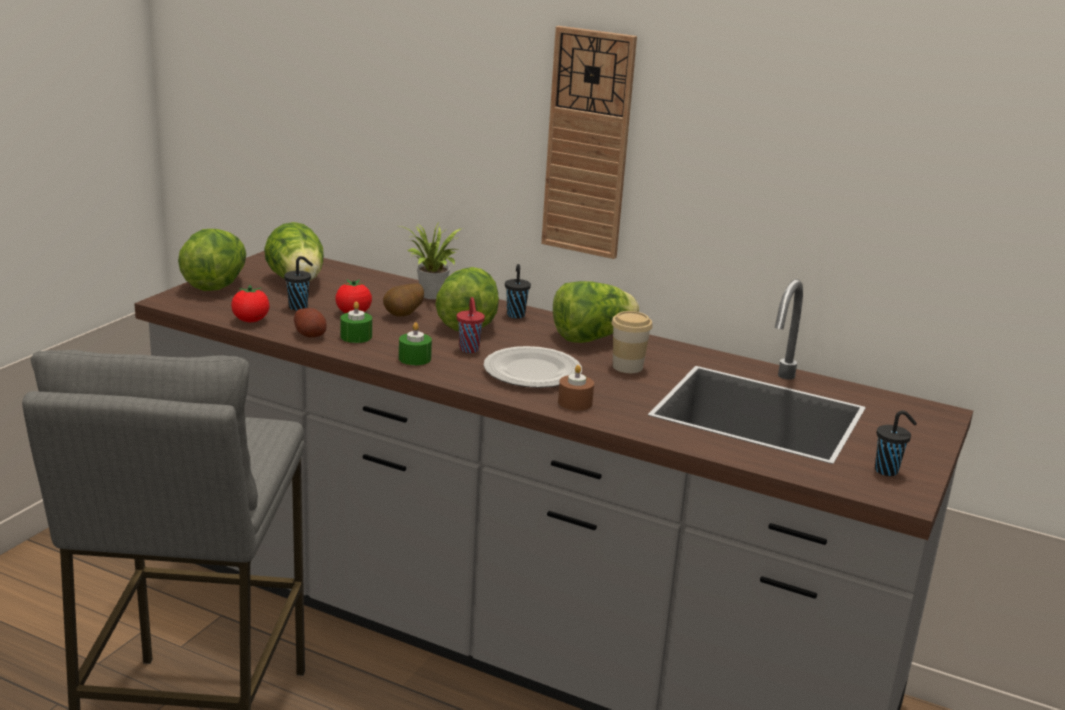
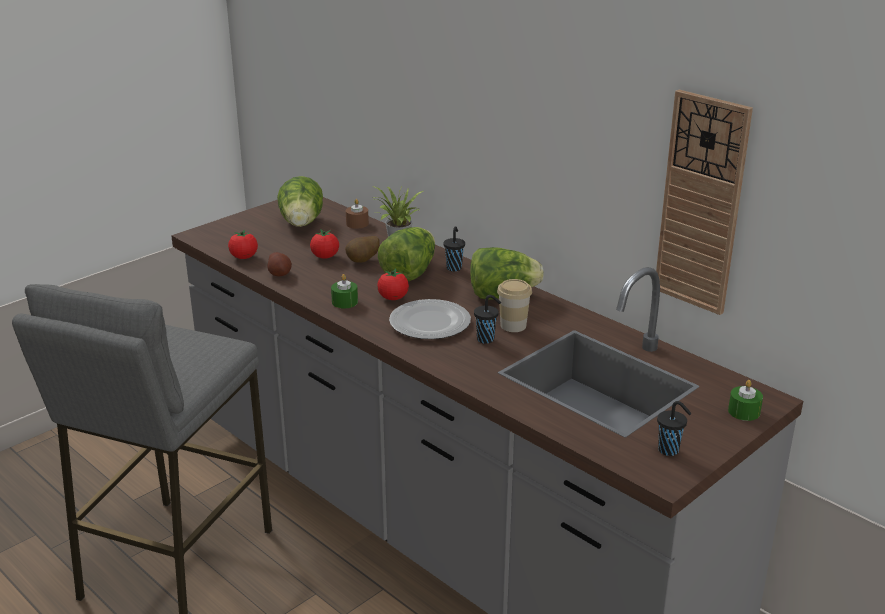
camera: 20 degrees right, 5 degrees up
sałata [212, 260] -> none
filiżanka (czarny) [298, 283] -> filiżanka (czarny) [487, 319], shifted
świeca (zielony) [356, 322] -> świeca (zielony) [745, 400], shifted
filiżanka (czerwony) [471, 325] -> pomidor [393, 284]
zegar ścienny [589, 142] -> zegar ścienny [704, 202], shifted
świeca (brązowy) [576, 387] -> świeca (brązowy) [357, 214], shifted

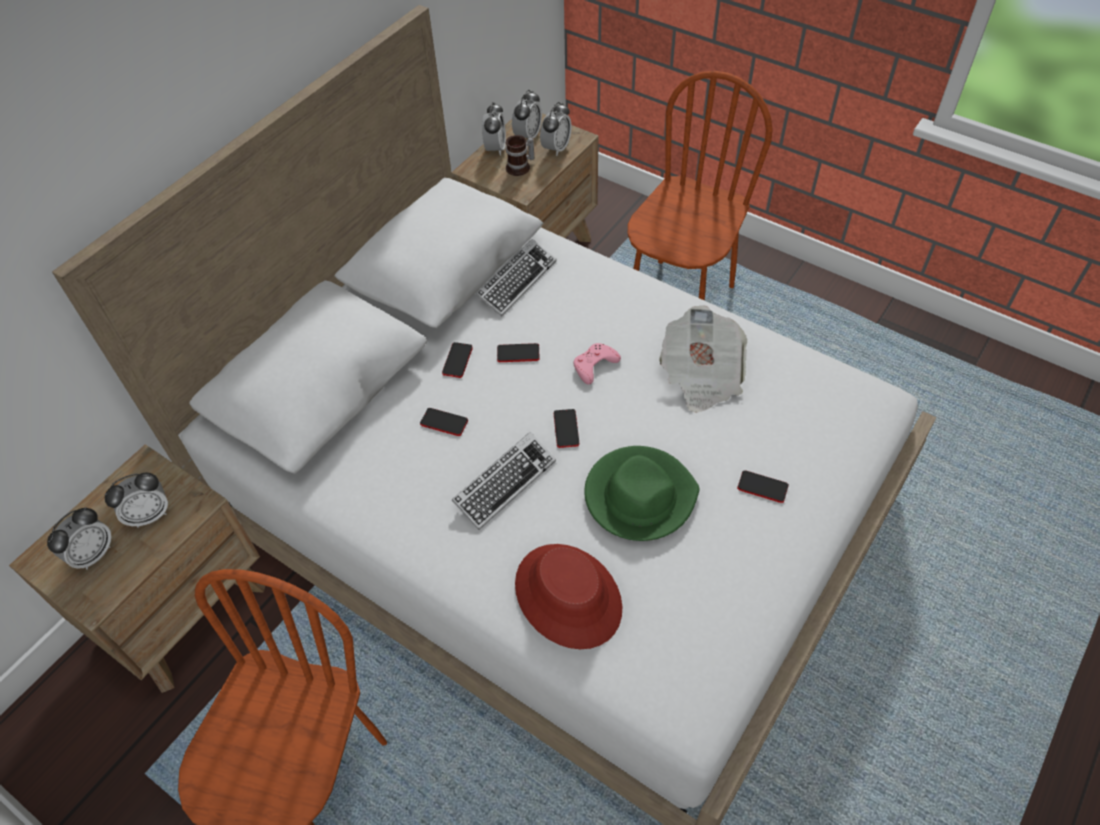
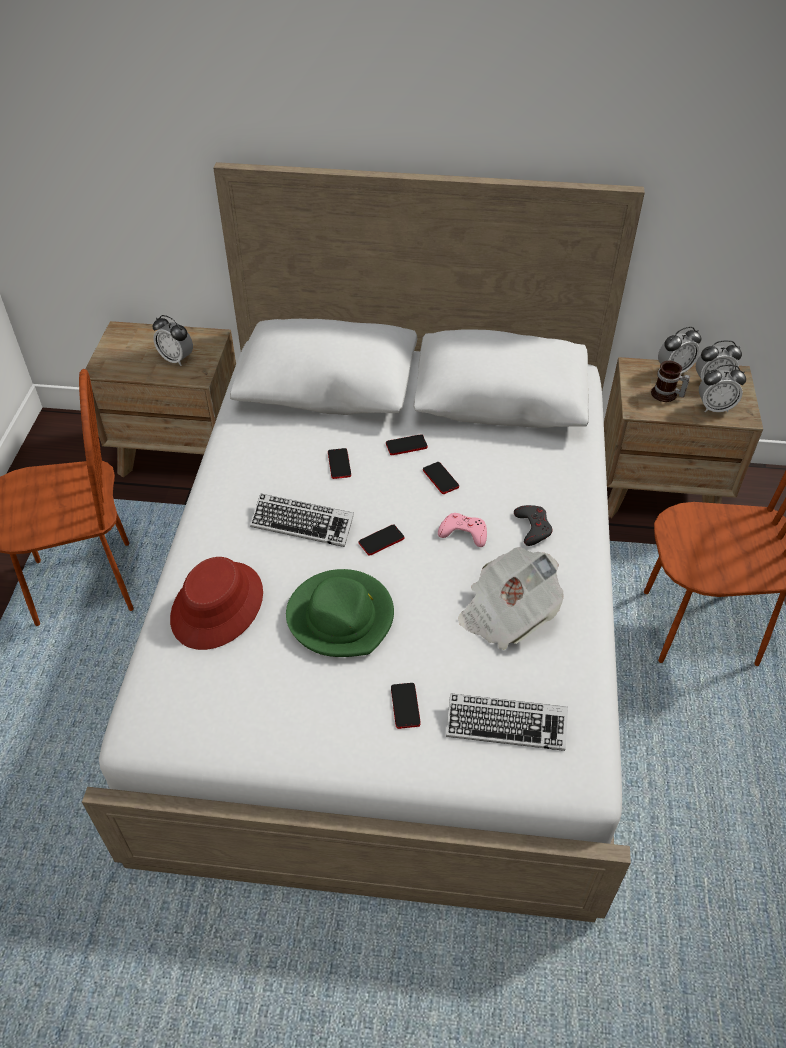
camera: 60 degrees right, 5 degrees down
budzik [79, 538] -> none
klawiatura [515, 277] -> klawiatura [507, 722], shifted
none -> pad do gier (szary) [533, 525]

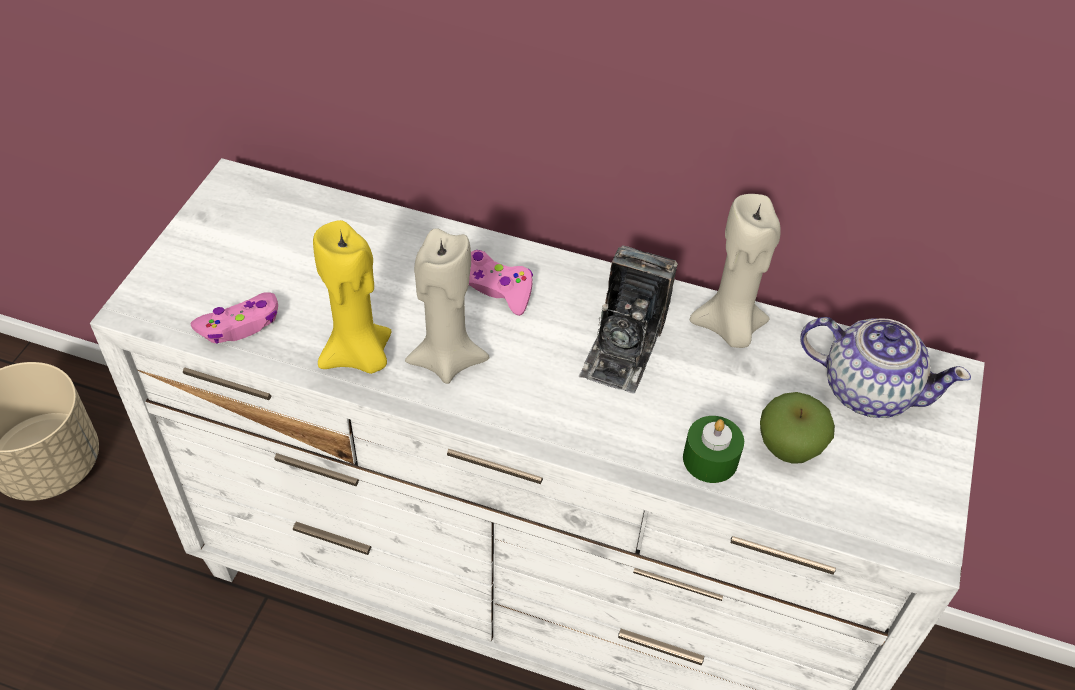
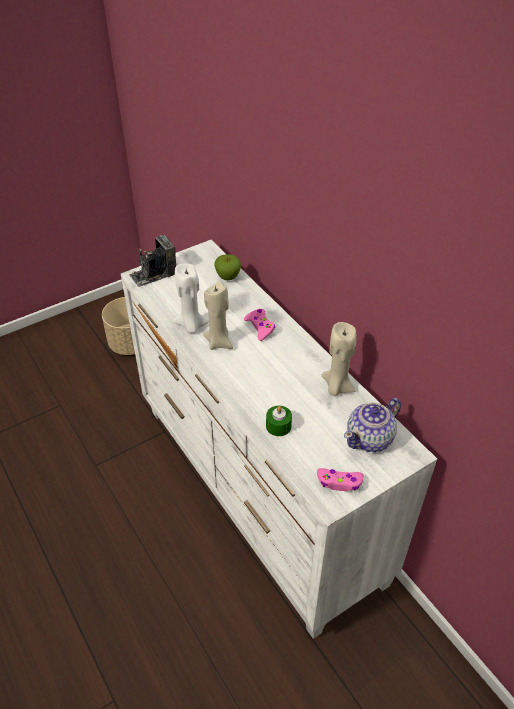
camera: 40 degrees right, 5 degrees down
pad do gier (różowy) [234, 318] -> pad do gier (różowy) [340, 479], shifted
świeca (żółty) [352, 297] -> świeca (biały) [191, 298]
aparat fotograficzny [628, 319] -> aparat fotograficzny [152, 261], shifted
jabłko [797, 428] -> jabłko [227, 267], shifted
imbryk [885, 367] -> imbryk [372, 425], 75 degrees clockwise

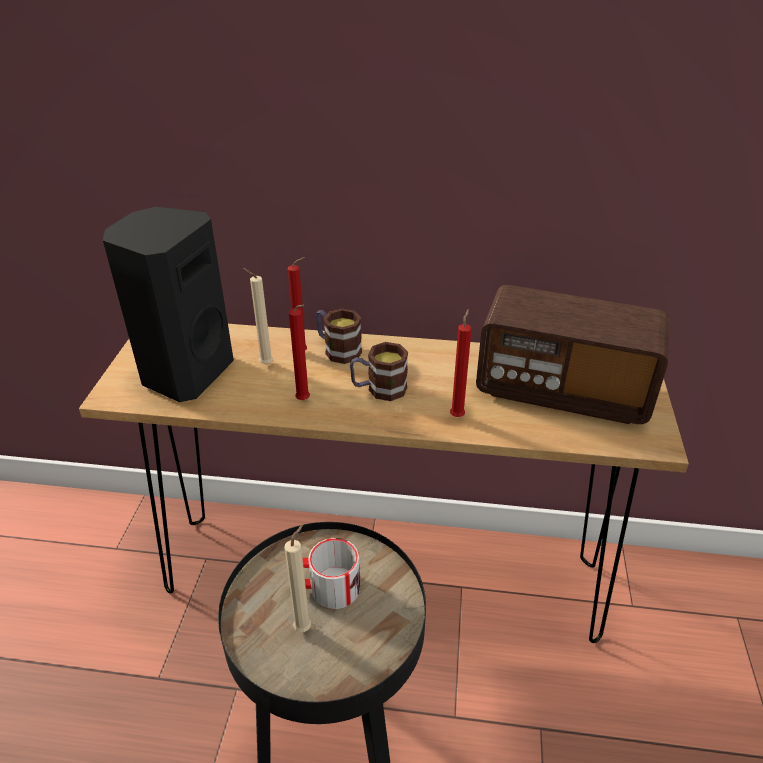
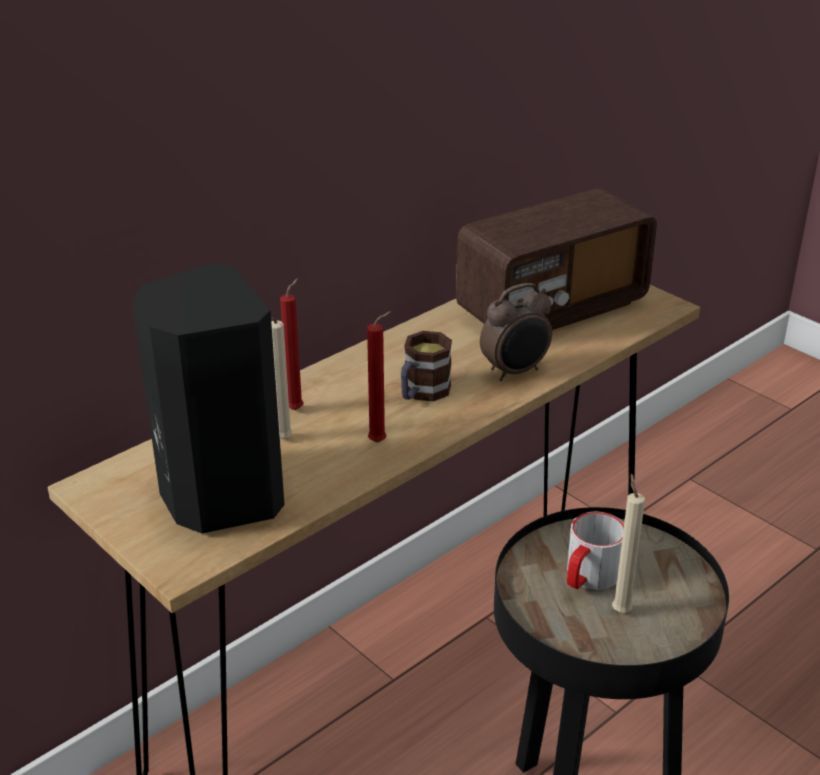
camera: 50 degrees left, 5 degrees down
kubek [339, 336] -> none
świeca (czerwony) [461, 363] -> budzik [516, 332]

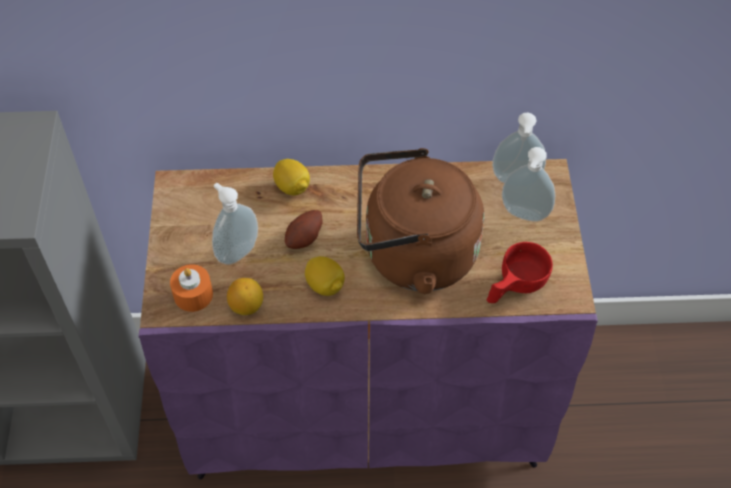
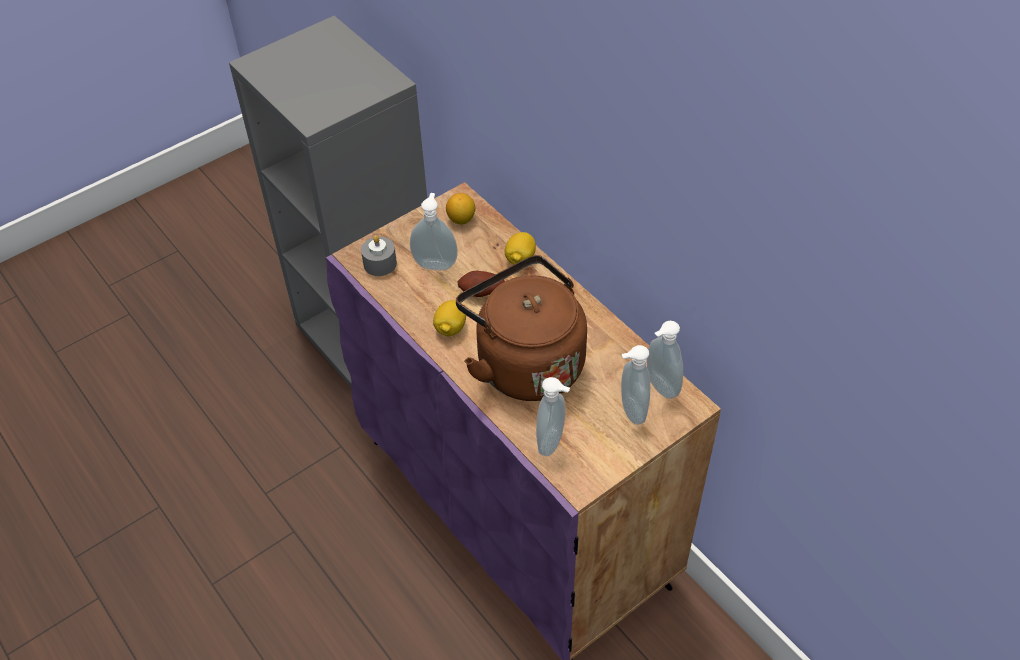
camera: 55 degrees right, 5 degrees down
świeca (pomarańczowy) [191, 288] -> świeca (szary) [379, 255]
cytryna [245, 296] -> cytryna [460, 208], shifted
filiżanka (czerwony) [520, 272] -> dozownik mydła [553, 416]

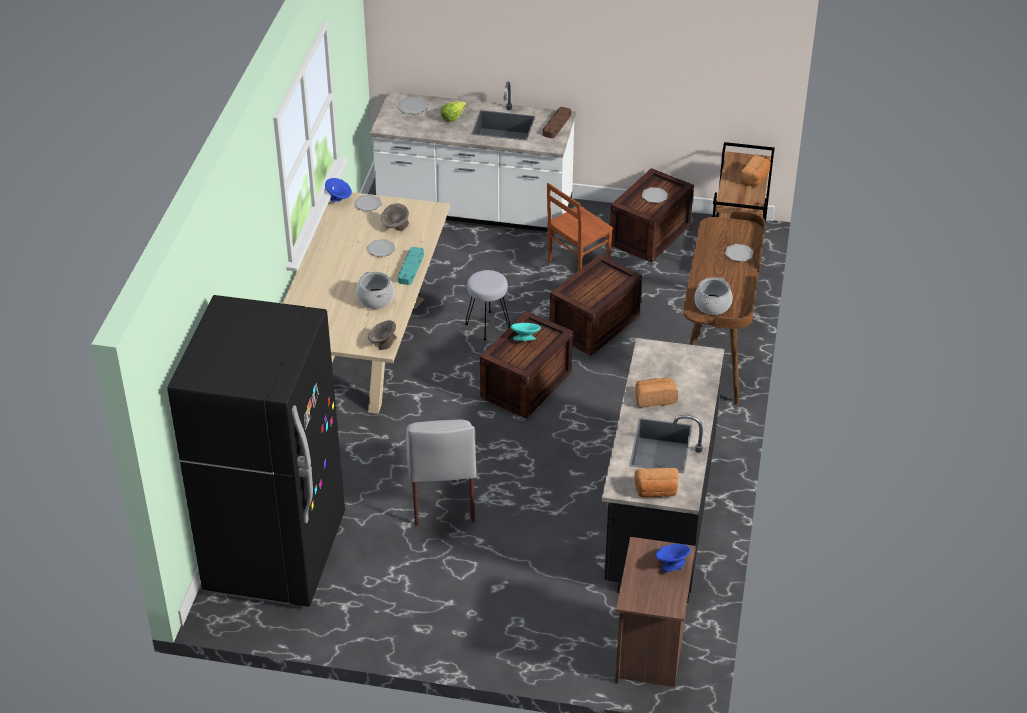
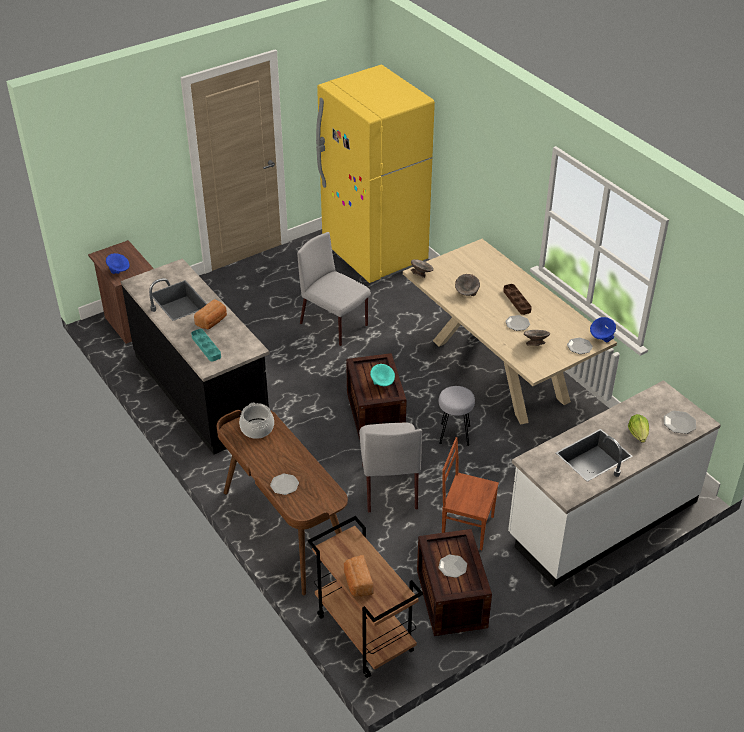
camera: 135 degrees right, 0 degrees up
lodówka (czarny) [256, 451] -> lodówka (żółty) [375, 174]
garnek [375, 290] -> miska (szary) [467, 285]
taca (turkusowy) [411, 266] -> taca (turkusowy) [206, 345], shifted
taca (brązowy) [557, 122] -> taca (brązowy) [517, 299], shifted
krzesło (brązowy) [580, 227] -> krzesło (brązowy) [470, 493], 75 degrees counterclockwise
skrzynka [596, 305] -> krzesło (szary) [390, 468]
chleb [656, 483] -> none

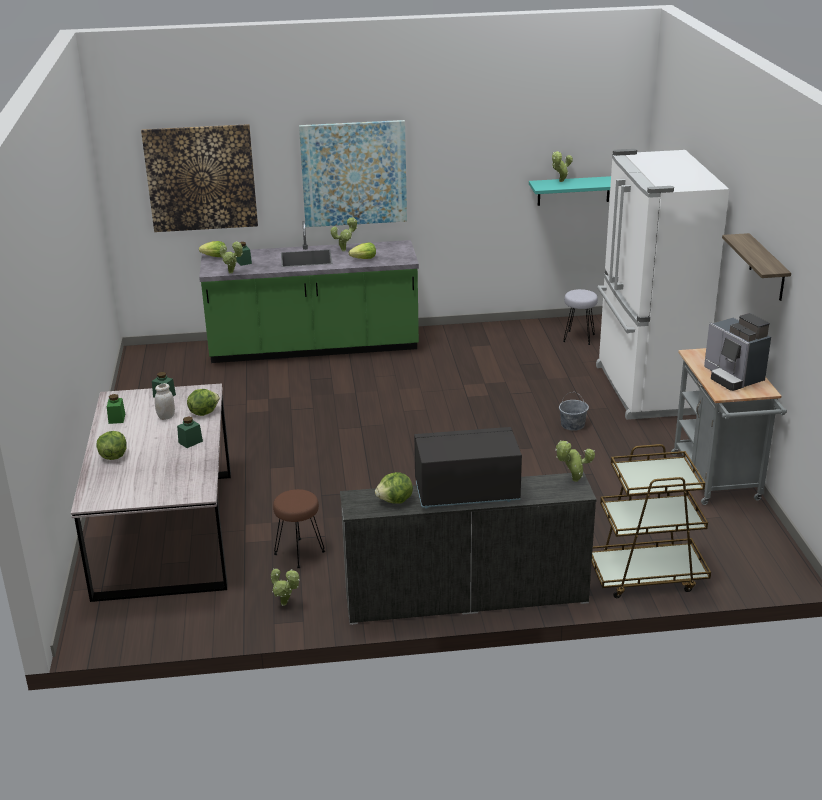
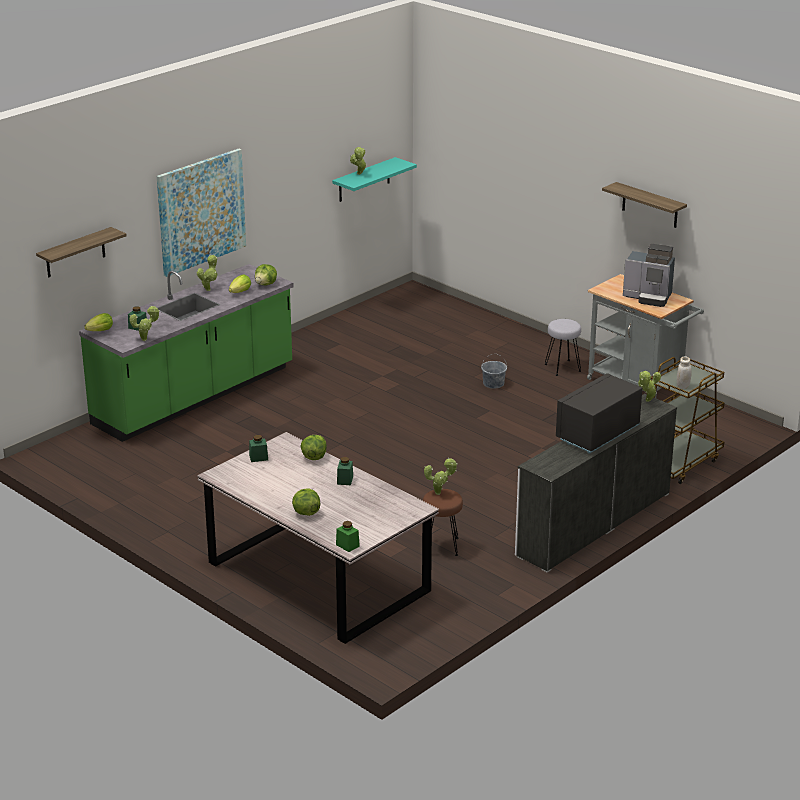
camera: 40 degrees left, 0 degrees up
słoik (zielony) [116, 409] -> słoik (zielony) [348, 536], shifted
obraz [199, 178] -> półka [81, 252]
słoik (biały) [165, 401] -> słoik (biały) [684, 372], shifted
roślina doniczkowa [285, 587] -> roślina doniczkowa [441, 476], shifted
sałata [394, 487] -> sałata [266, 274], shifted
stołek (szary) [580, 317] -> stołek (szary) [563, 347], shifted
lodówka (biały) [662, 284] -> none

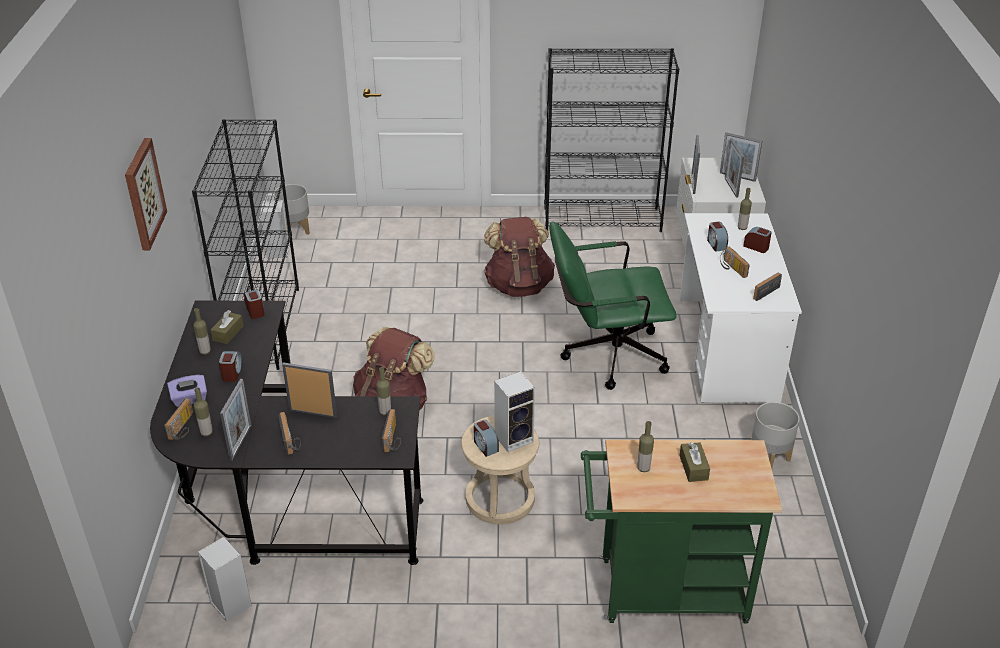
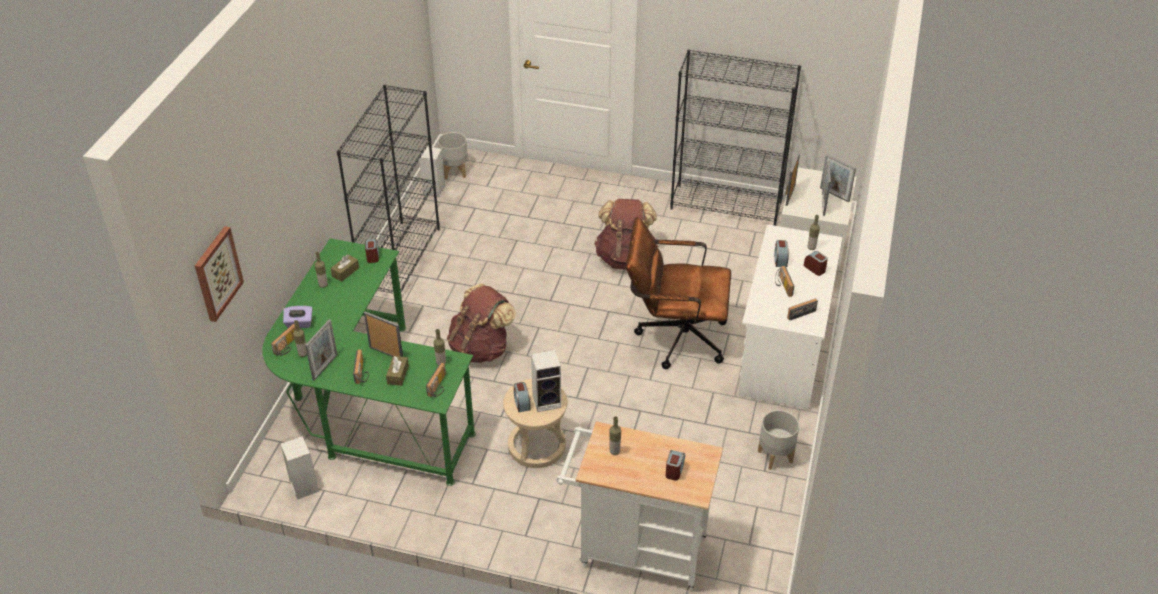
camera: 15 degrees right, 5 degrees up
obraz [146, 194] -> obraz [219, 274], shifted
biurko (czarny) [286, 433] -> biurko (zielony) [369, 362]
budzik [230, 366] -> budzik [675, 465], shifted
krzesło biurowe (zielony) [613, 305] -> krzesło biurowe (brązowy) [678, 293]
wózek (zielony) [681, 532] -> wózek (biały) [639, 506]
pudełko chusteczek (brązowy) [694, 462] -> pudełko chusteczek (brązowy) [397, 371], shifted

